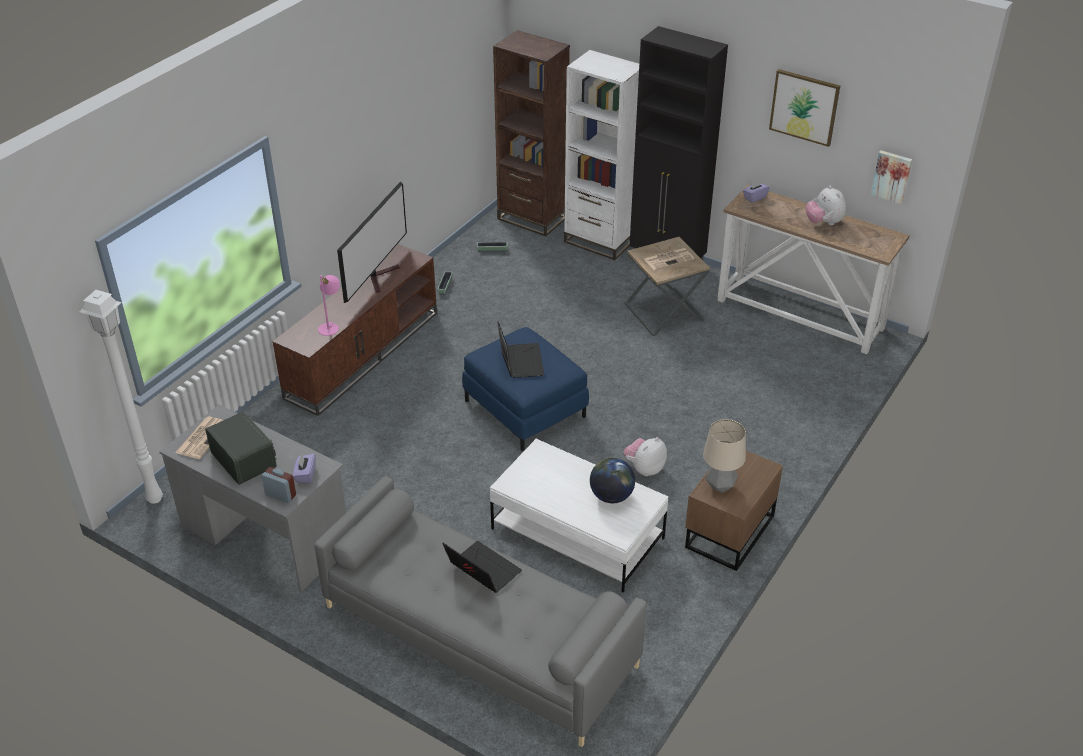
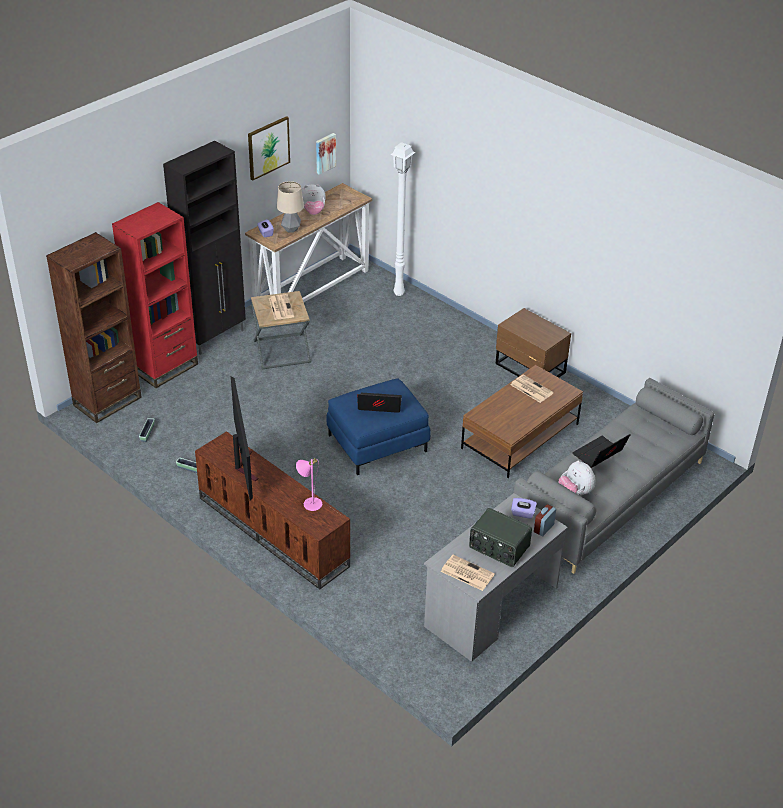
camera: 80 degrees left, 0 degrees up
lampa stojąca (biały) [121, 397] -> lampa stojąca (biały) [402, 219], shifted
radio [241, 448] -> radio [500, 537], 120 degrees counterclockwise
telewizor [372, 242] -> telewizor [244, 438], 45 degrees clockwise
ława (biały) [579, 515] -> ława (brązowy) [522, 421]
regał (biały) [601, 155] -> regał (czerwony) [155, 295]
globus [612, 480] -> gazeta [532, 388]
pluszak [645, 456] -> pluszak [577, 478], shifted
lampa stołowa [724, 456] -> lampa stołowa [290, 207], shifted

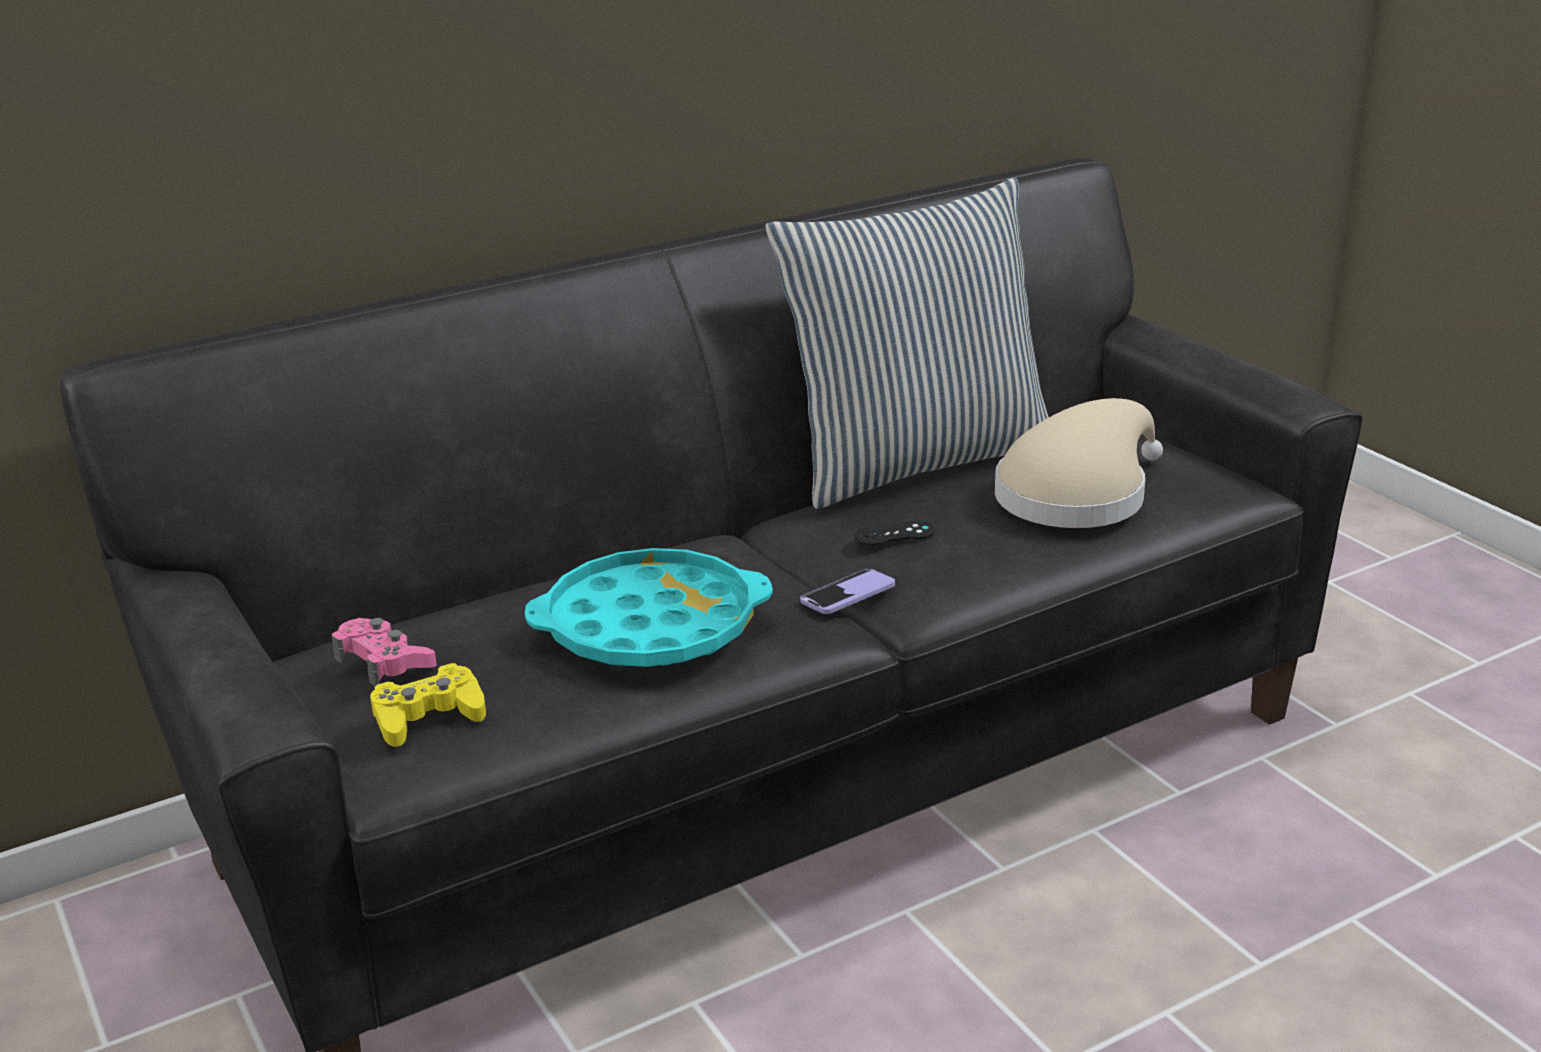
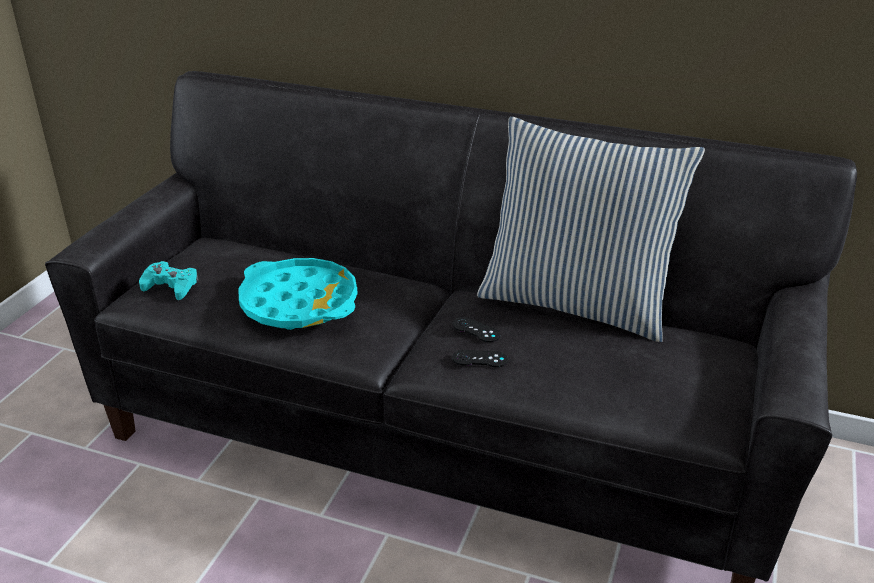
camera: 50 degrees right, 5 degrees up
pad do gier (różowy) [384, 652] -> none
pad do gier (żółty) [428, 705] -> pad do gier (turkusowy) [168, 280]
telefon [847, 591] -> none
kapelusz (beżowy) [1079, 463] -> none
none -> pad do gier (czarny) [480, 358]

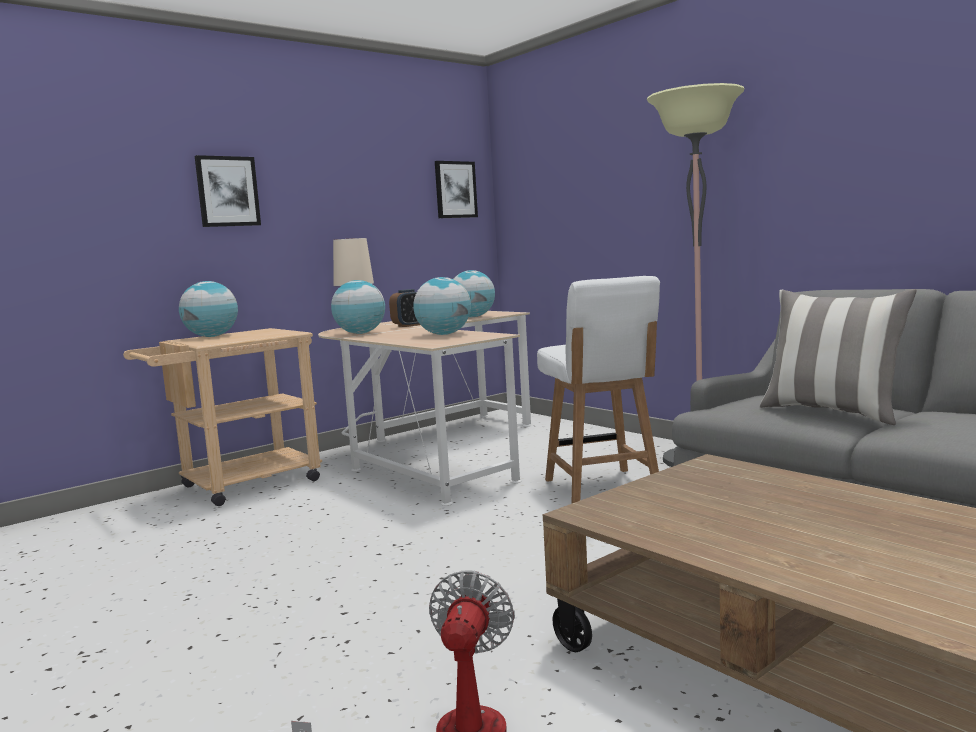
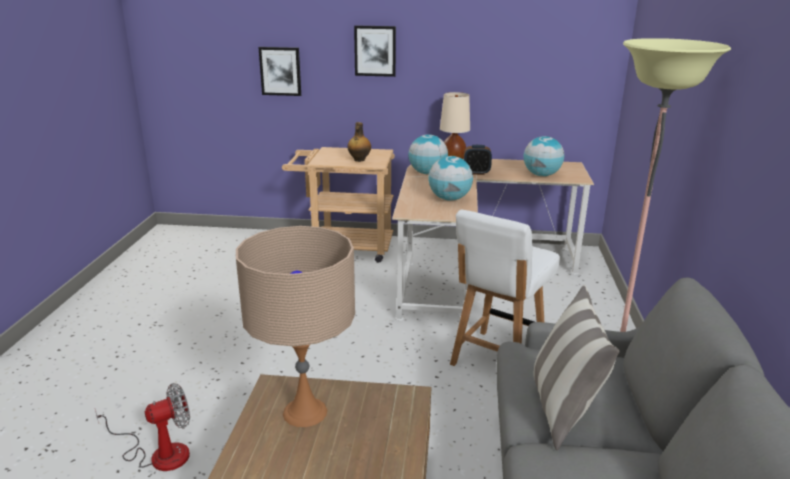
camera: 45 degrees right, 15 degrees up
globus [208, 309] -> none
obraz [456, 189] -> obraz [279, 71], shifted
none -> lampa stołowa (beżowy) [295, 326]
none -> butelka [359, 142]

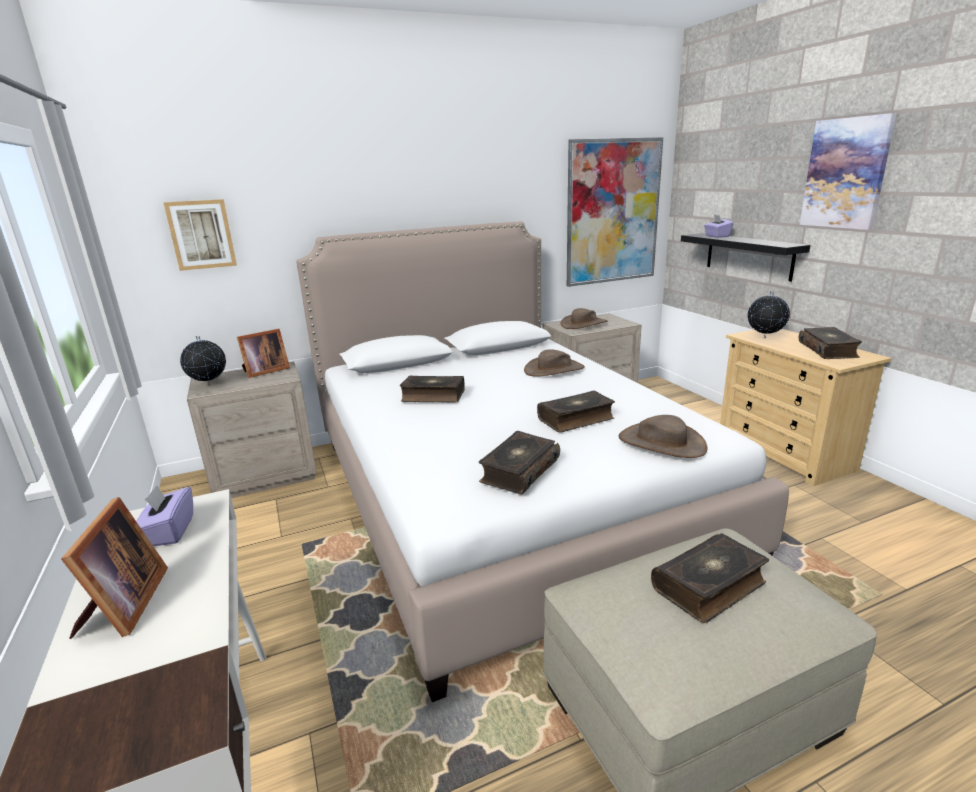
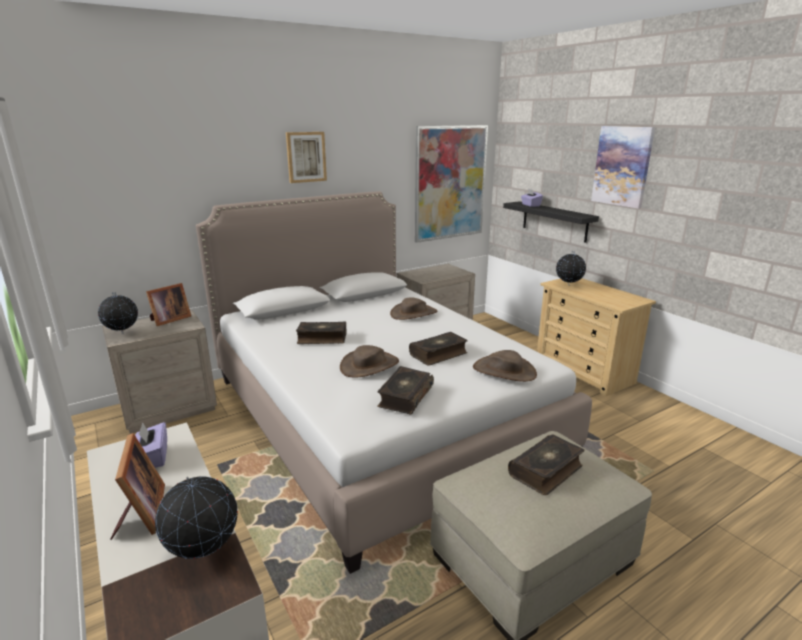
camera: 10 degrees left, 0 degrees up
obraz [200, 235] -> obraz [306, 157], shifted
kapelusz (brązowy) [584, 318] -> kapelusz (brązowy) [369, 361], shifted
książka [830, 343] -> none
none -> globus [196, 517]

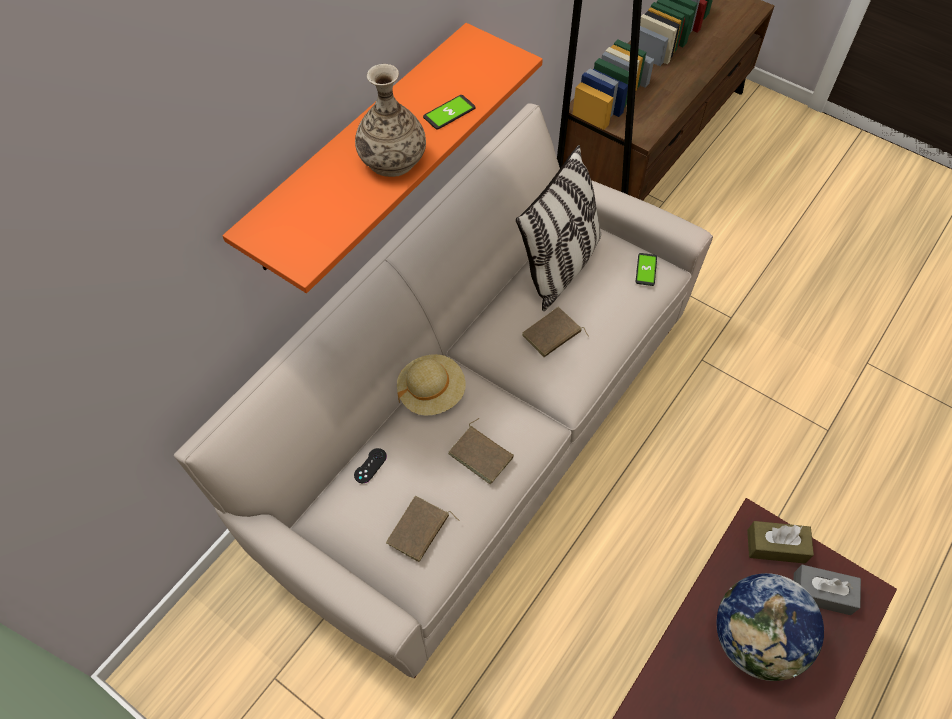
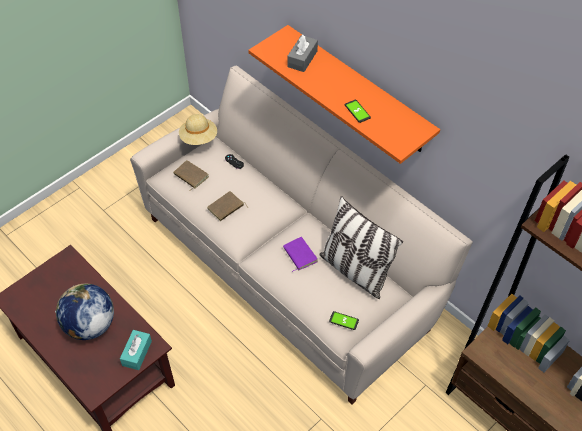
camera: 100 degrees right, 5 degrees down
wazon [390, 120] -> none
kapelusz (beżowy) [431, 384] -> kapelusz (beżowy) [198, 129], shifted
książka (brązowy) [555, 332] -> książka (fioletowy) [300, 254]
pudełko chusteczek (brązowy) [780, 542] -> pudełko chusteczek (turkusowy) [136, 350]
pudełko chusteczek (szary) [827, 590] -> pudełko chusteczek (szary) [302, 53], shifted

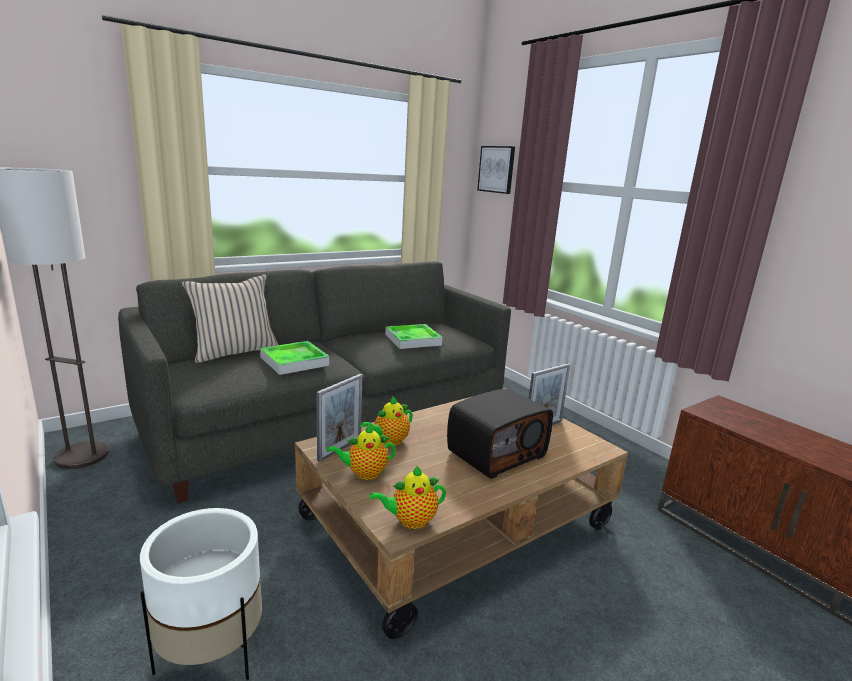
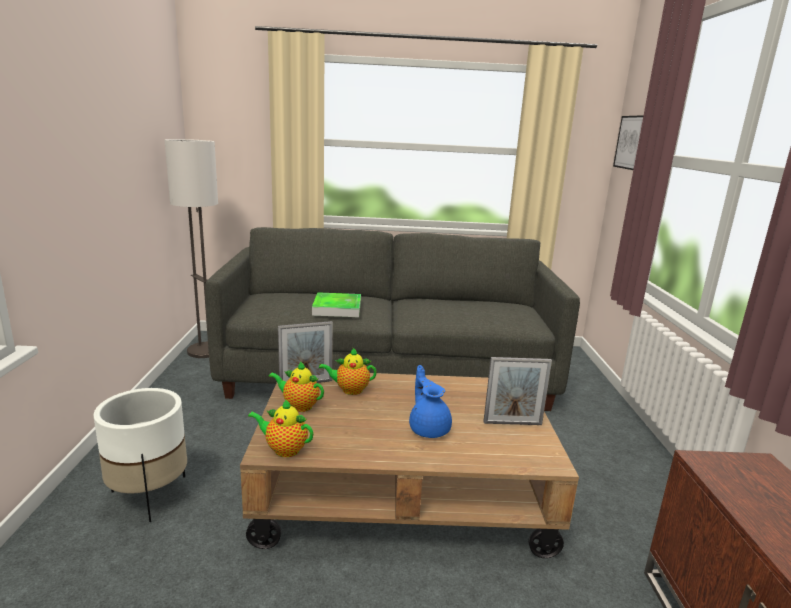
camera: 35 degrees right, 0 degrees up
poduszka (beżowy) [230, 318] -> none
taca [413, 336] -> none
radio [500, 433] -> imbryk (niebieski) [430, 401]

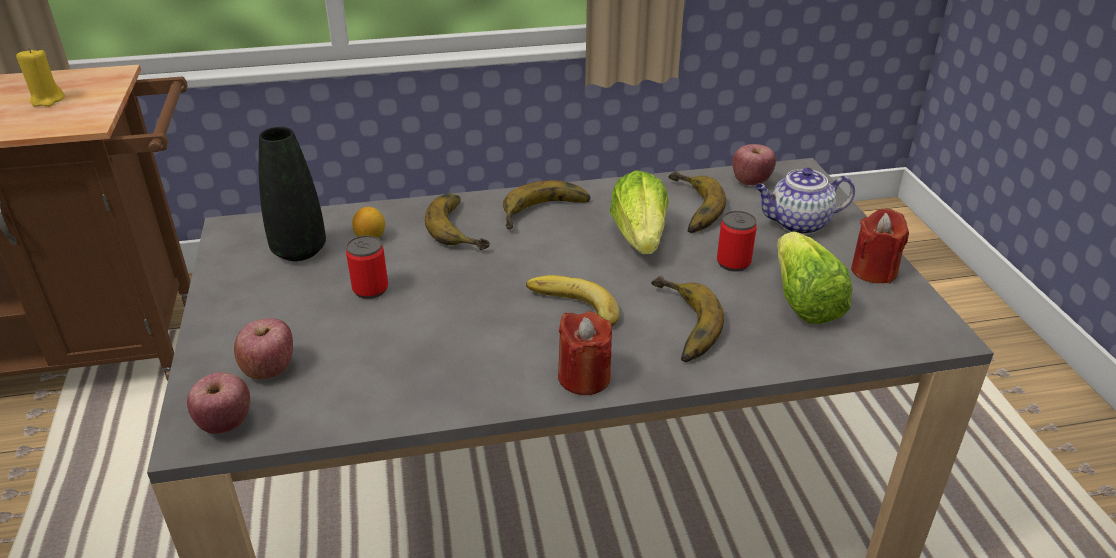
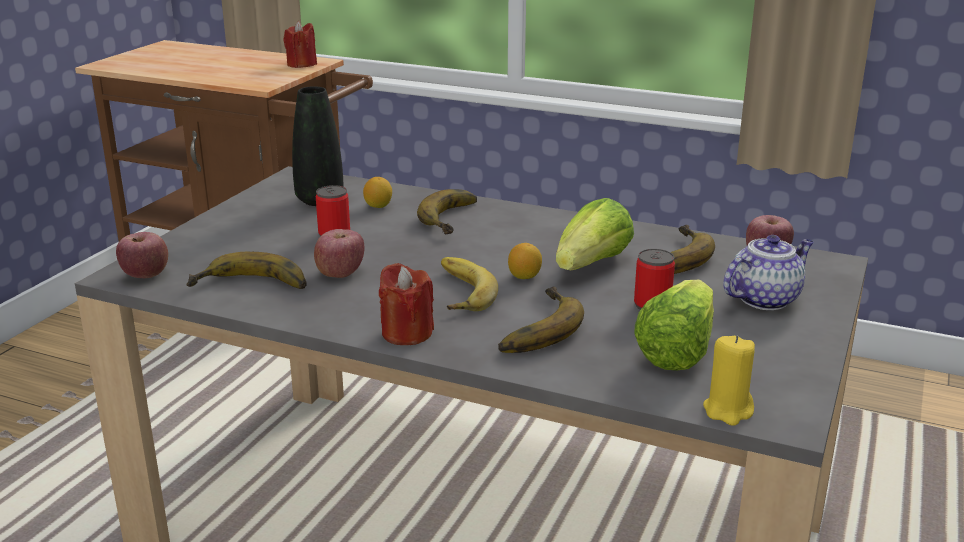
camera: 35 degrees right, 10 degrees down
świeca (żółty) [40, 77] -> świeca (żółty) [729, 381], shifted
jabłko [263, 349] -> jabłko [339, 253], shifted
banan [547, 205] -> banan [247, 270], shifted
imbryk [804, 201] -> imbryk [768, 272], 120 degrees clockwise
świeca (czerwony) [880, 246] -> świeca (czerwony) [300, 44], shifted
none -> cytryna [525, 261]

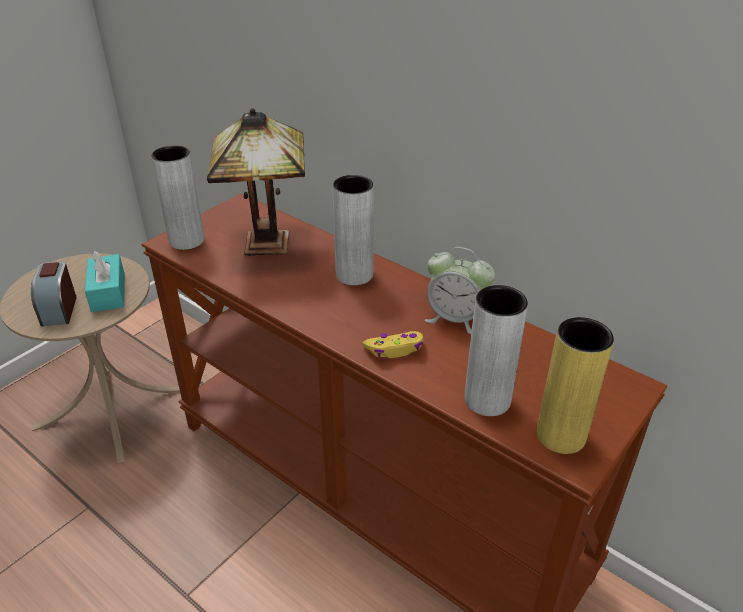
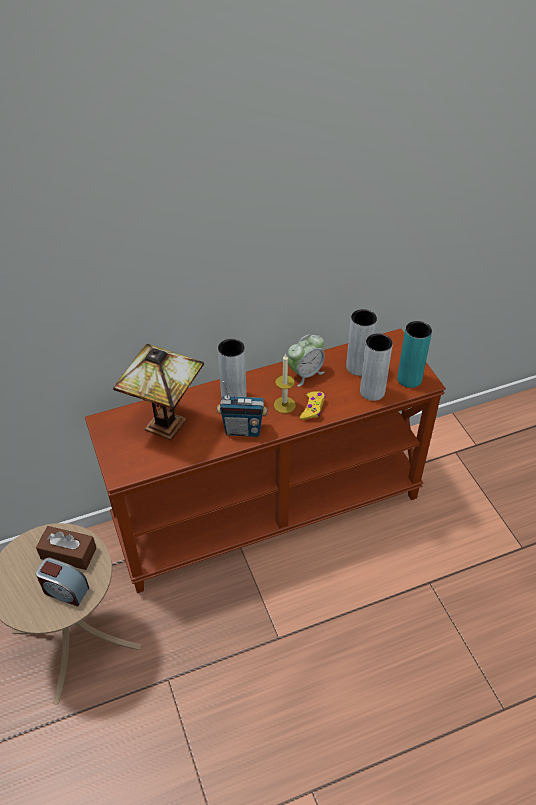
camera: 60 degrees left, 10 degrees up
pudełko chusteczek (turkusowy) [105, 281] -> pudełko chusteczek (brązowy) [66, 548]
wazon (szary) [177, 197] -> wazon (szary) [361, 342], shifted
wazon (żółty) [575, 385] -> wazon (turkusowy) [414, 354]
none -> radio [242, 409]
none -> świeca [285, 383]

